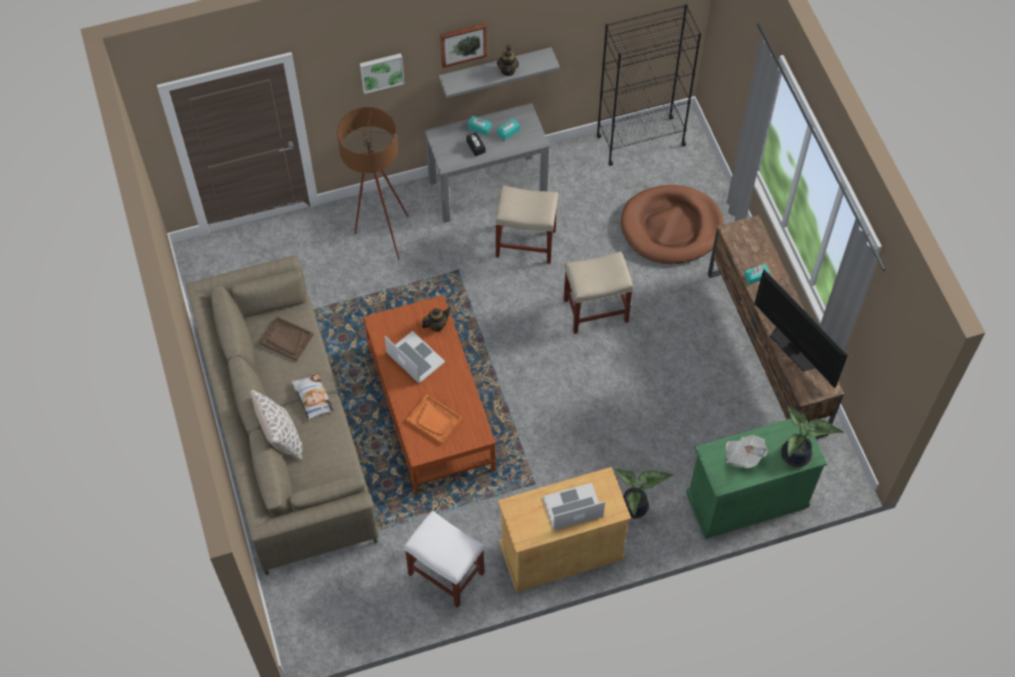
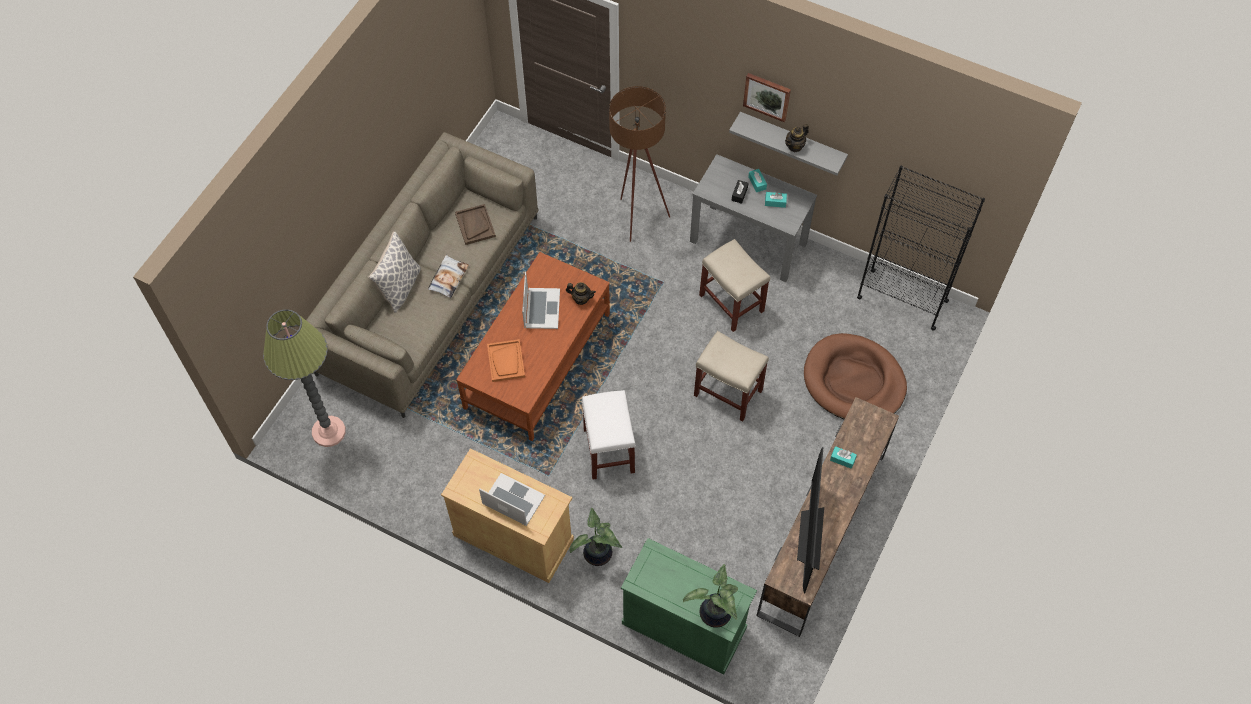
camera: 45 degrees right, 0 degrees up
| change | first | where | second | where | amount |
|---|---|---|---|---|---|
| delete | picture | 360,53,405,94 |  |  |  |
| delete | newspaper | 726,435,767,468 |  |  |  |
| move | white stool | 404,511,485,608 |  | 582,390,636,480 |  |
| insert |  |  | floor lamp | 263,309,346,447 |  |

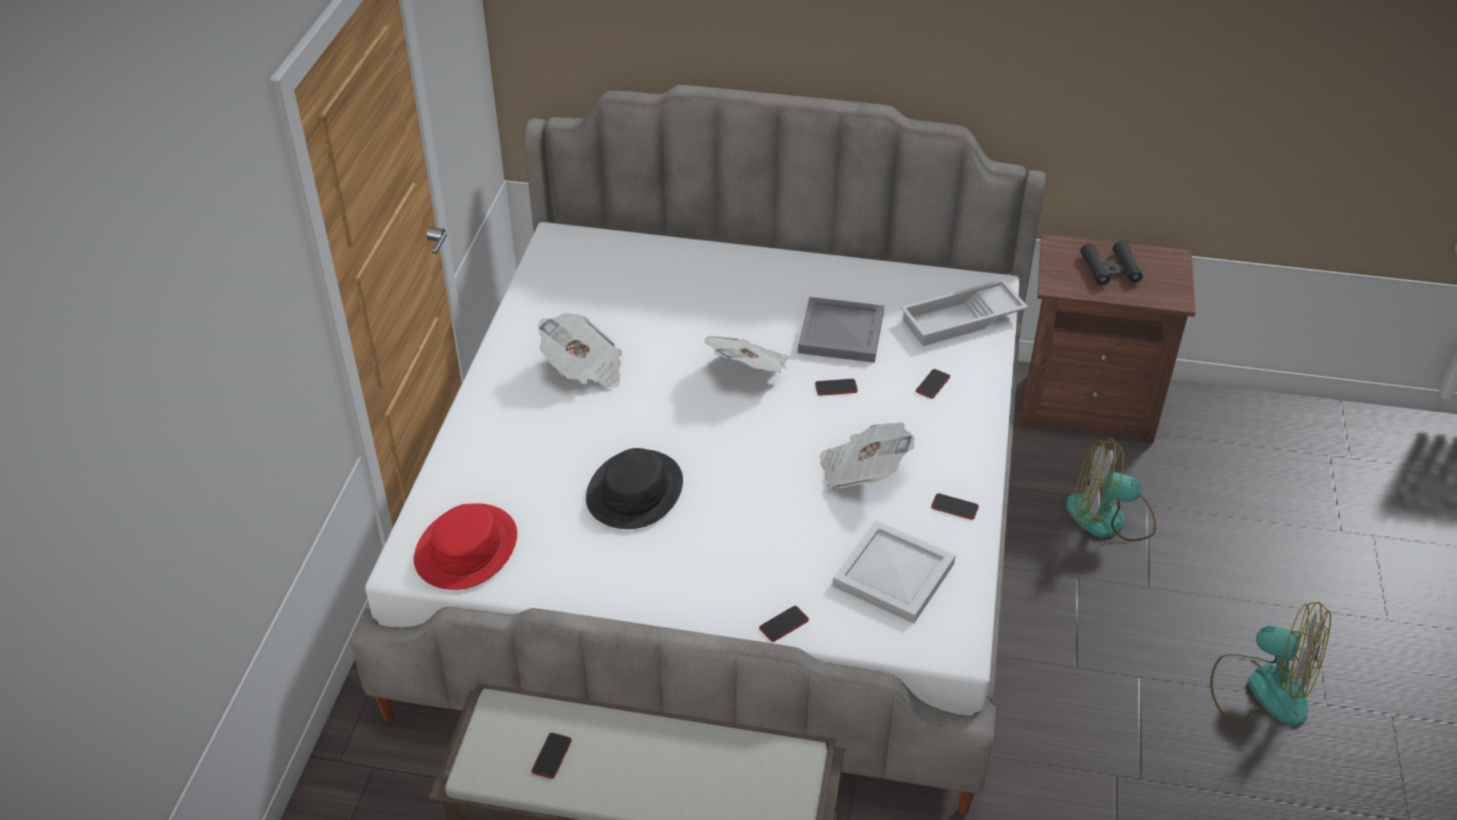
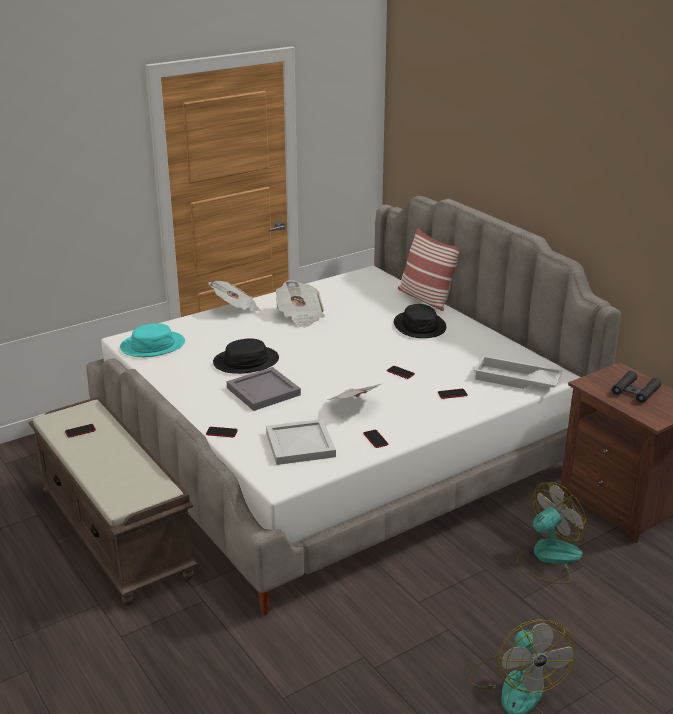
camera: 45 degrees right, 15 degrees down
| change | first | where | second | where | amount |
|---|---|---|---|---|---|
| move | grey tray | 798,297,884,363 |  | 227,367,301,411 |  |
| move | newspaper | 705,336,789,373 |  | 208,281,261,311 |  |
| rotate | fan | 1066,438,1156,542 |  | 517,482,587,584 | 90 degrees clockwise |
| recolor | red hat | 414,503,517,590 | turquoise hat | 120,323,185,357 |  |
| insert |  |  | pillow | 398,228,459,311 |  |
| insert |  |  | black hat | 394,304,446,338 |  |

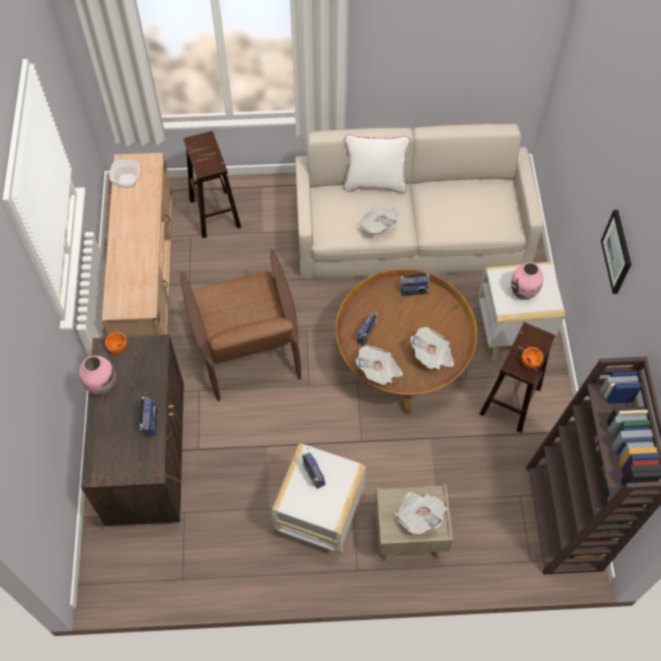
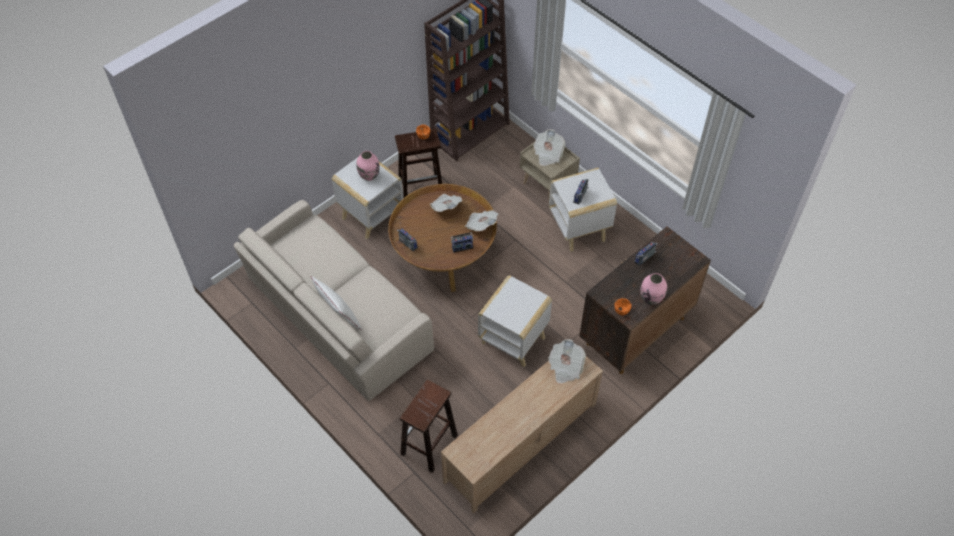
camera: 130 degrees left, 5 degrees down
| change | first | where | second | where | amount |
|---|---|---|---|---|---|
| delete | bowl | 110,160,140,188 |  |  |  |
| move | newspaper | 357,208,401,233 |  | 548,339,586,383 |  |
| delete | picture | 601,210,631,294 |  |  |  |
| replace | brown armchair | 180,249,301,401 | white side table | 478,275,552,367 |  |

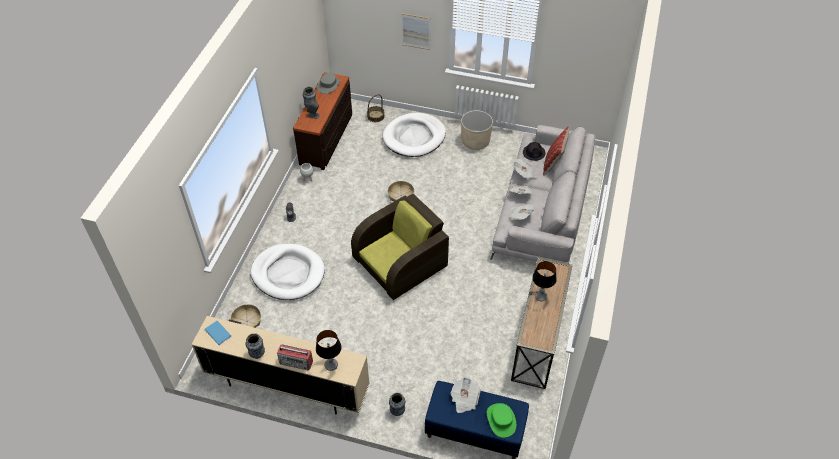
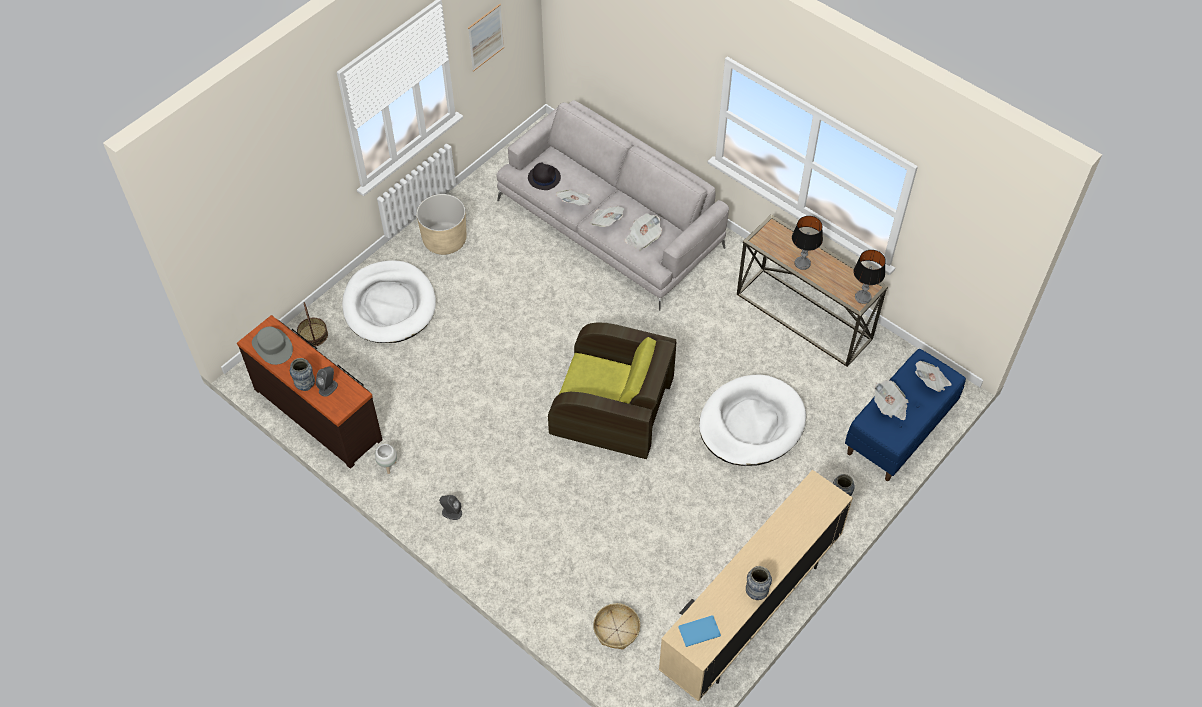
camera: 65 degrees left, 5 degrees up
| change | first | where | second | where | amount |
|---|---|---|---|---|---|
| move | picture | 401,13,431,50 |  | 468,4,504,71 |  |
| delete | pillow | 543,126,570,176 |  |  |  |
| delete | basket | 388,181,414,201 |  |  |  |
| rotate | brown armchair | 351,194,449,300 |  | 548,322,676,459 | 120 degrees clockwise |
| move | white dog bed | 250,244,325,300 |  | 699,374,806,466 |  |
| move | table lamp | 316,330,341,371 |  | 853,250,886,304 |  |
| delete | radio | 277,344,313,370 |  |  |  |
| replace | green hat | 487,403,516,438 | newspaper | 915,361,952,392 |  |

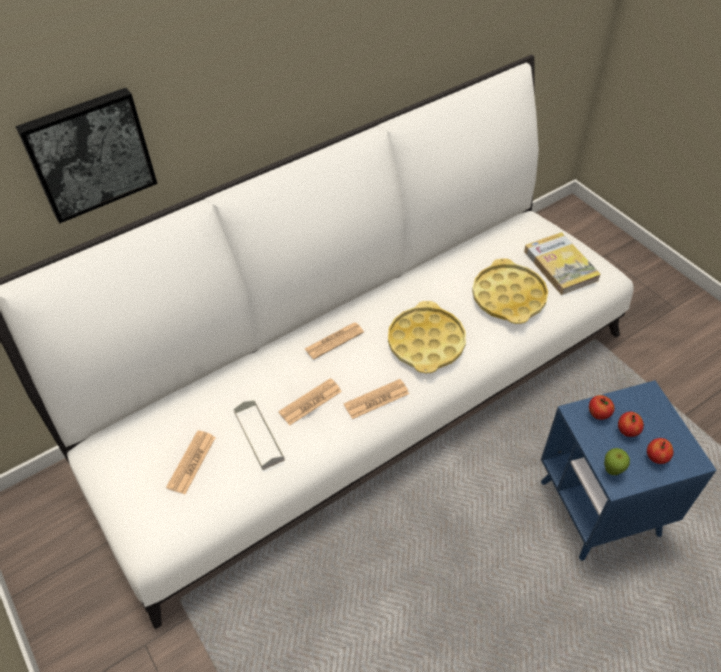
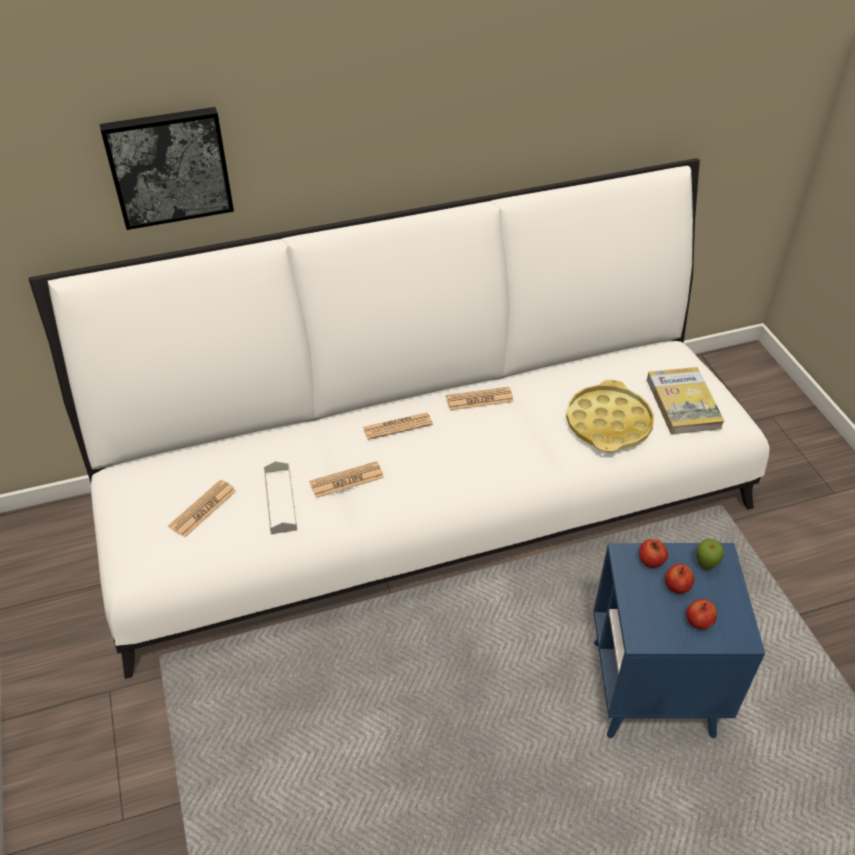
camera: 15 degrees right, 5 degrees down
| change | first | where | second | where | amount |
|---|---|---|---|---|---|
| delete | yellow tray | 388,301,466,373 |  |  |  |
| move | newspaper | 344,379,409,419 |  | 446,387,514,410 |  |
| move | apple | 604,448,630,475 |  | 696,539,724,570 |  |

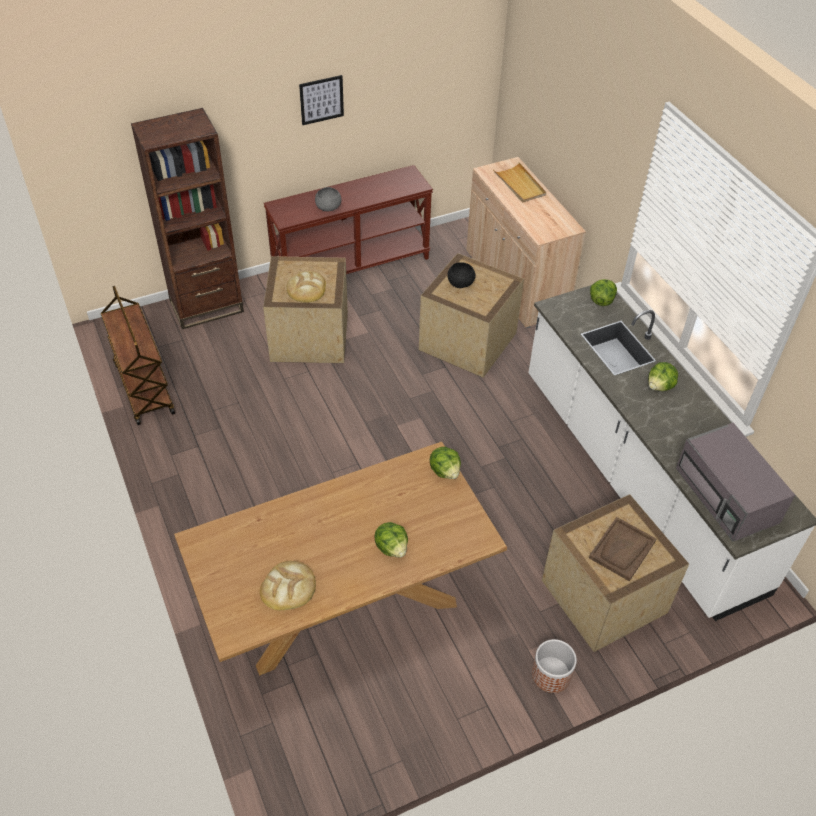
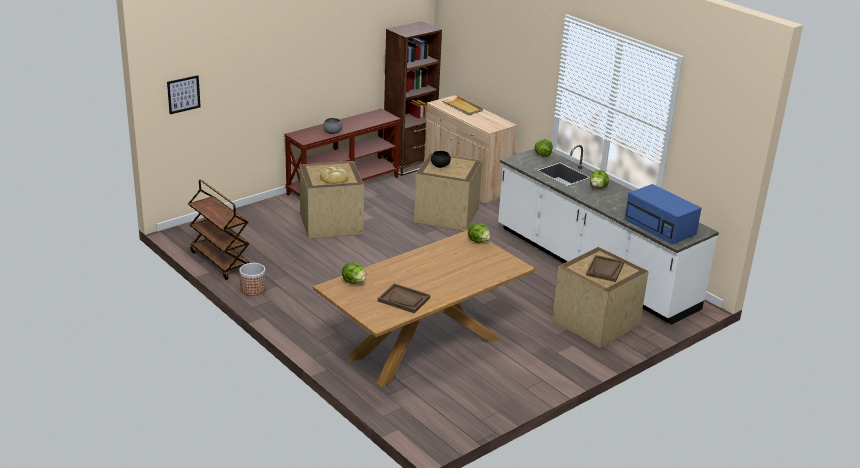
camera: 15 degrees left, 20 degrees down
| change | first | where | second | where | amount |
|---|---|---|---|---|---|
| move | picture | 299,75,344,125 |  | 167,75,201,114 |  |
| move | brown bookcase | 131,108,244,329 |  | 383,21,442,176 |  |
| recolor | grey microwave | 676,423,795,542 | blue microwave | 625,184,702,245 |  |
| move | lettuce | 374,522,408,557 |  | 342,263,366,284 |  |
| replace | bread | 260,561,316,610 | brown tray | 378,283,430,314 |  |
| move | planter | 532,639,577,693 |  | 239,263,266,296 |  |

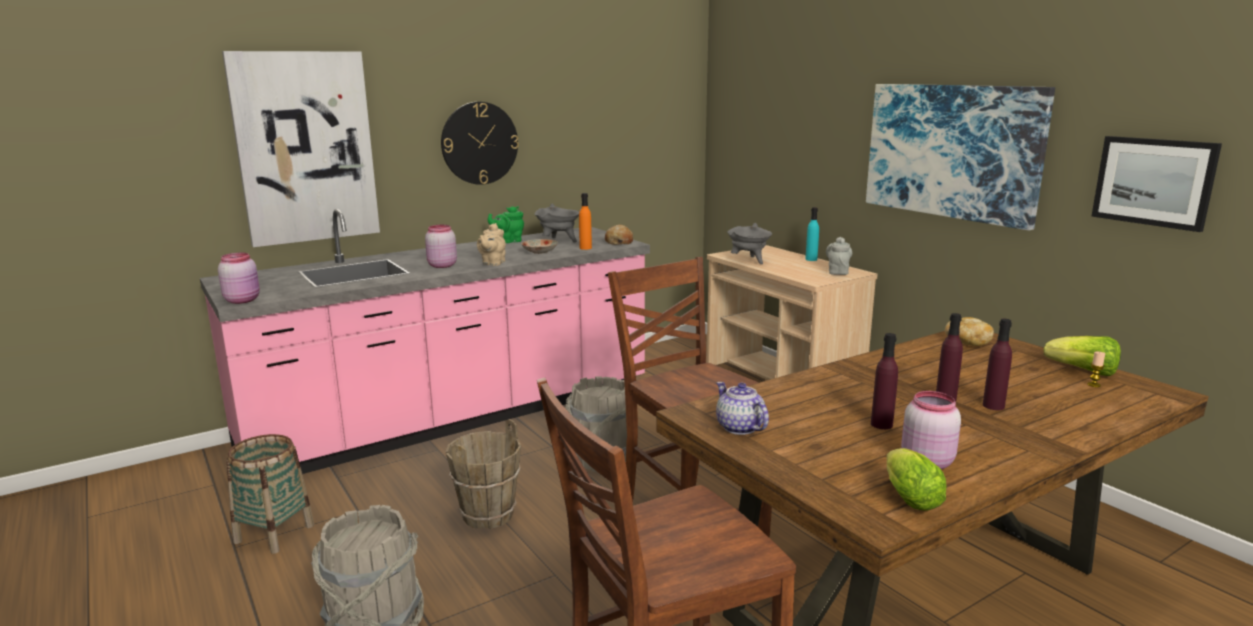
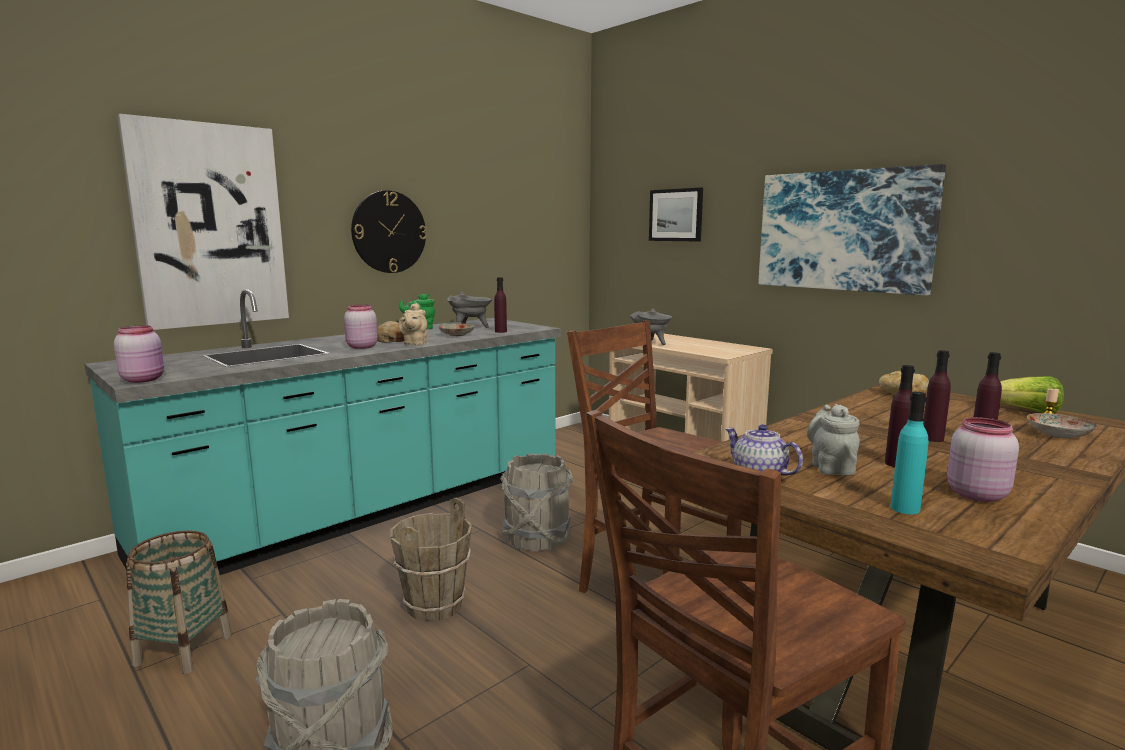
camera: 10 degrees left, 5 degrees down
| change | first | where | second | where | amount |
|---|---|---|---|---|---|
| move | picture | 1091,136,1222,232 |  | 649,188,703,241 |  |
| recolor | orange bottle | 579,193,592,250 | purple bottle | 494,277,507,333 |  |
| move | turquoise bottle | 805,207,819,261 |  | 890,392,928,514 |  |
| recolor | pink counter | 200,209,650,474 | turquoise counter | 84,289,561,575 |  |
| move | bread | 605,225,633,245 |  | 377,321,404,343 |  |
| move | grey teapot | 826,237,852,275 |  | 807,404,860,475 |  |
| delete | lettuce | 886,448,947,511 |  |  |  |
| insert |  |  | plate | 1027,413,1097,438 |  |

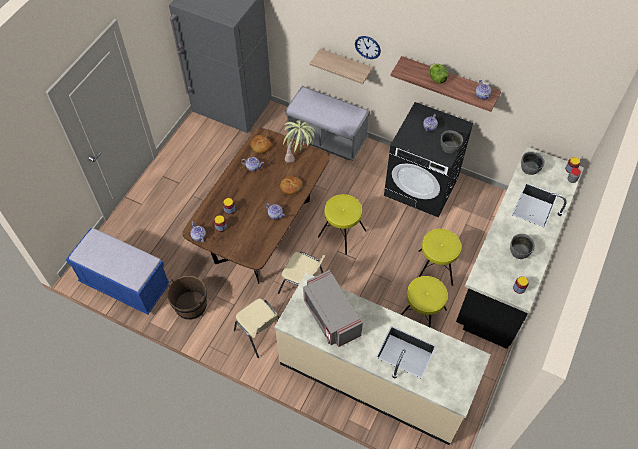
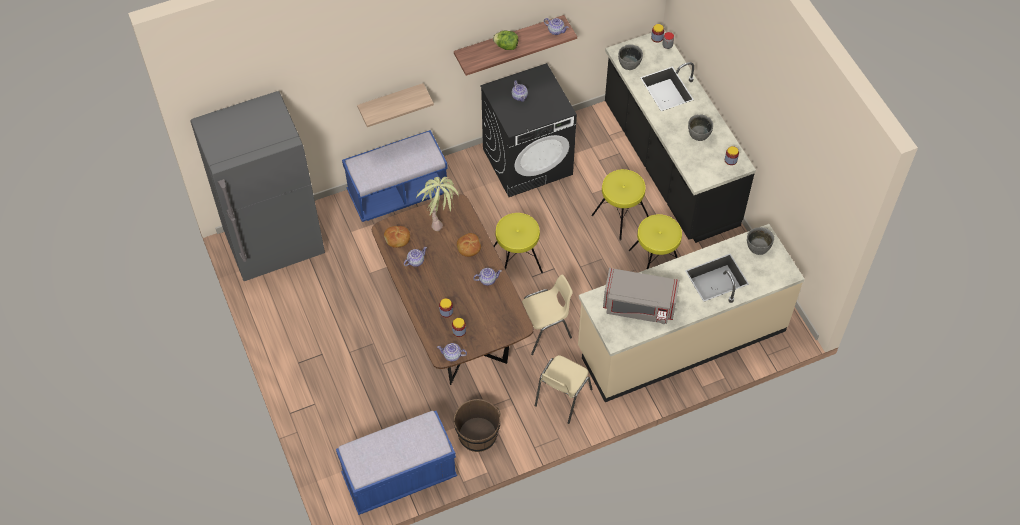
camera: 50 degrees left, 0 degrees up
| change | first | where | second | where | amount |
|---|---|---|---|---|---|
| delete | wall clock | 355,36,381,59 |  |  |  |
| recolor | grey bench | 285,86,370,161 | blue bench | 342,130,449,222 |  |
| move | grey bowl | 440,130,463,154 |  | 747,227,774,255 |  |
| rotate | beige chair | 234,298,279,358 |  | 535,355,593,424 | 120 degrees clockwise |

